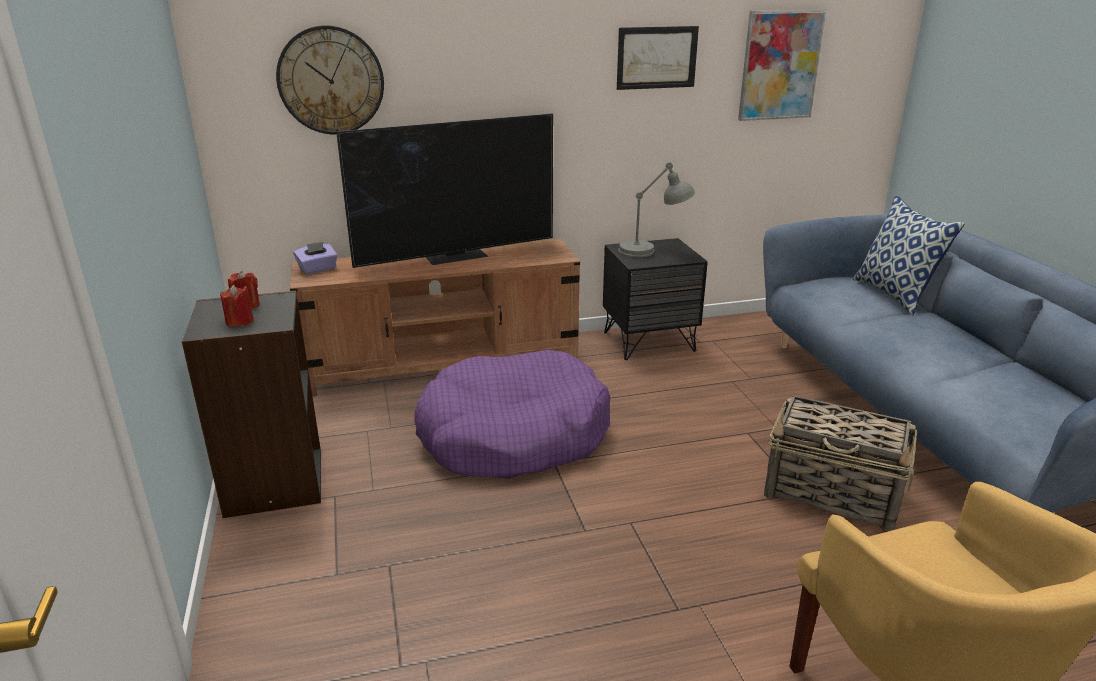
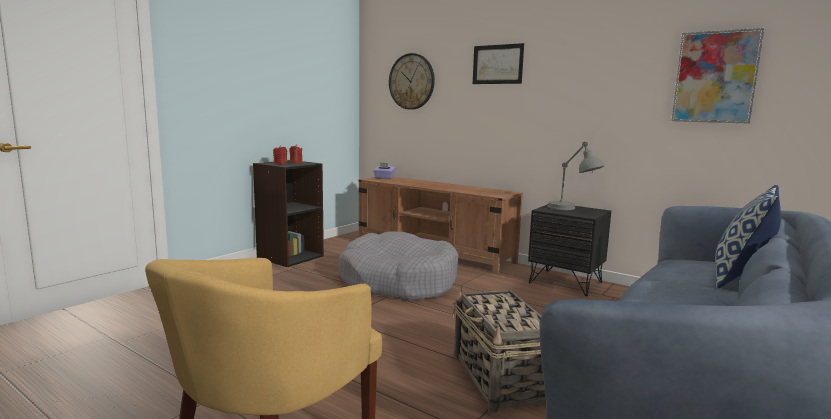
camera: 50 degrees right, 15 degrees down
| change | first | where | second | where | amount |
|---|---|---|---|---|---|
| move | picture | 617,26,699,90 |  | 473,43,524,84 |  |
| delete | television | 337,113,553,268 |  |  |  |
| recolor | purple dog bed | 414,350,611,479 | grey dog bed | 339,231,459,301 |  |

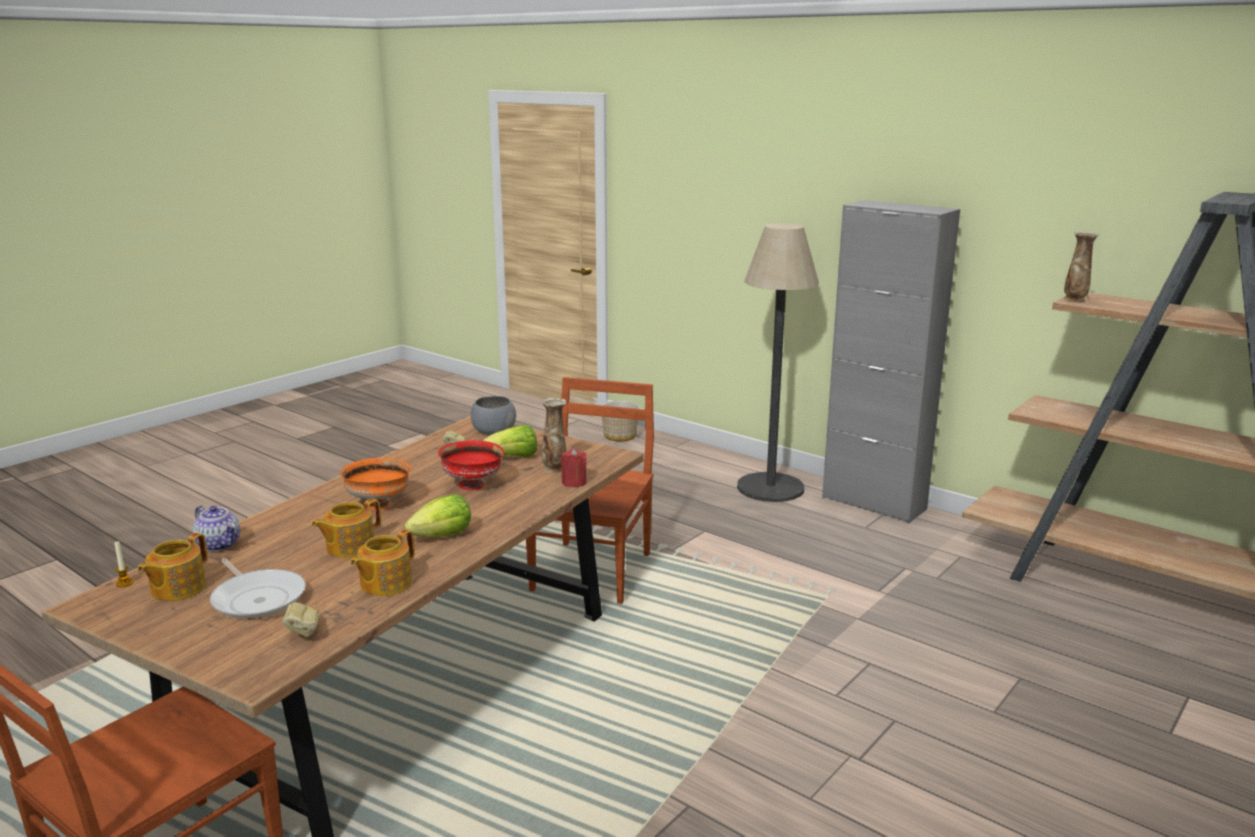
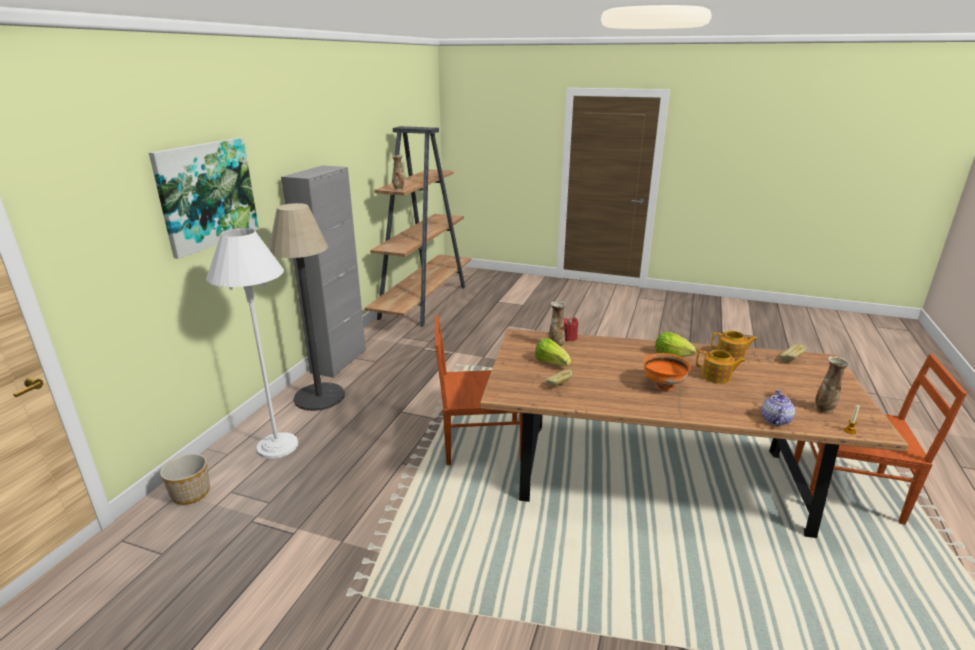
camera: 110 degrees left, 5 degrees up
| change | first | where | second | where | amount |
|---|---|---|---|---|---|
| delete | grey bowl | 471,396,516,435 |  |  |  |
| delete | red bowl | 438,440,504,491 |  |  |  |
| replace | teapot | 137,533,208,601 | vase | 814,356,850,414 |  |
| delete | frying pan | 210,558,306,620 |  |  |  |
| insert |  |  | picture | 149,138,259,259 |  |
| insert |  |  | white floor lamp | 206,228,298,459 |  |

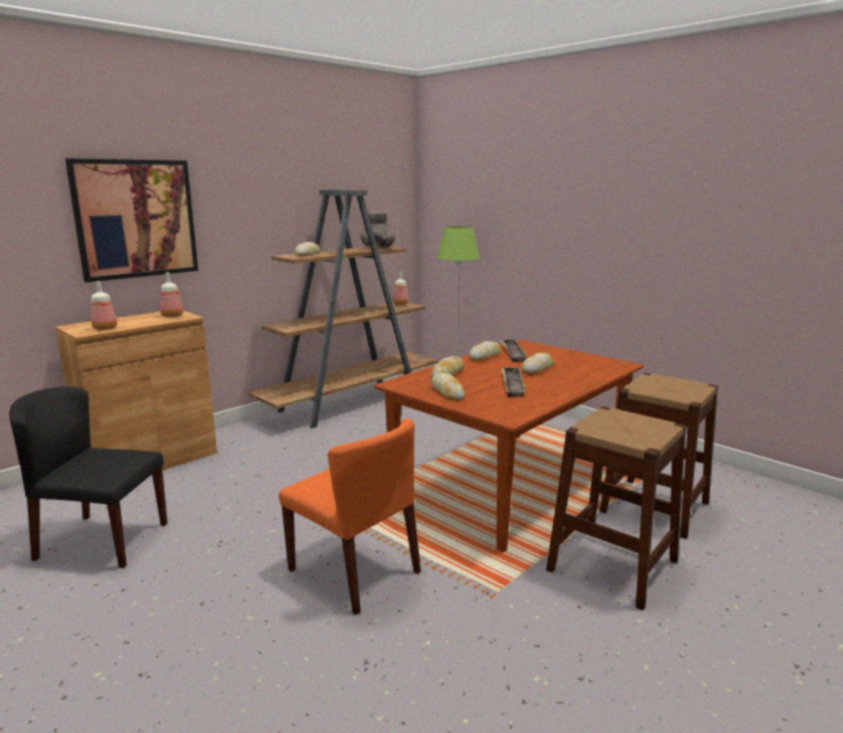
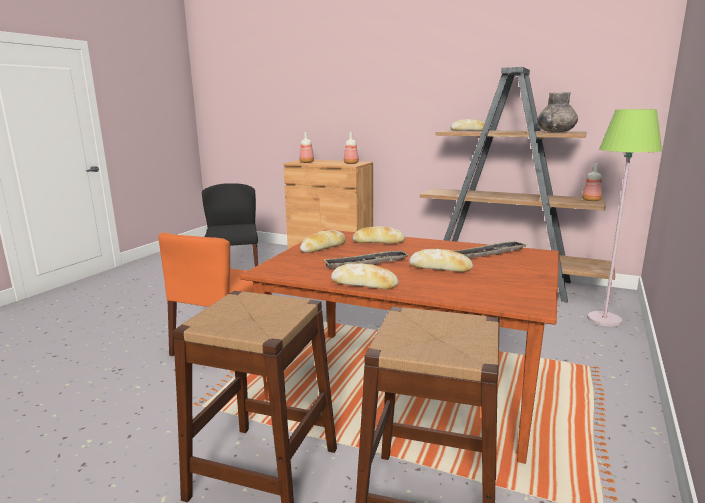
camera: 70 degrees right, 0 degrees up
| change | first | where | second | where | amount |
|---|---|---|---|---|---|
| delete | picture | 65,158,198,282 |  |  |  |
| move | bread | 469,341,501,360 |  | 331,263,399,290 |  |

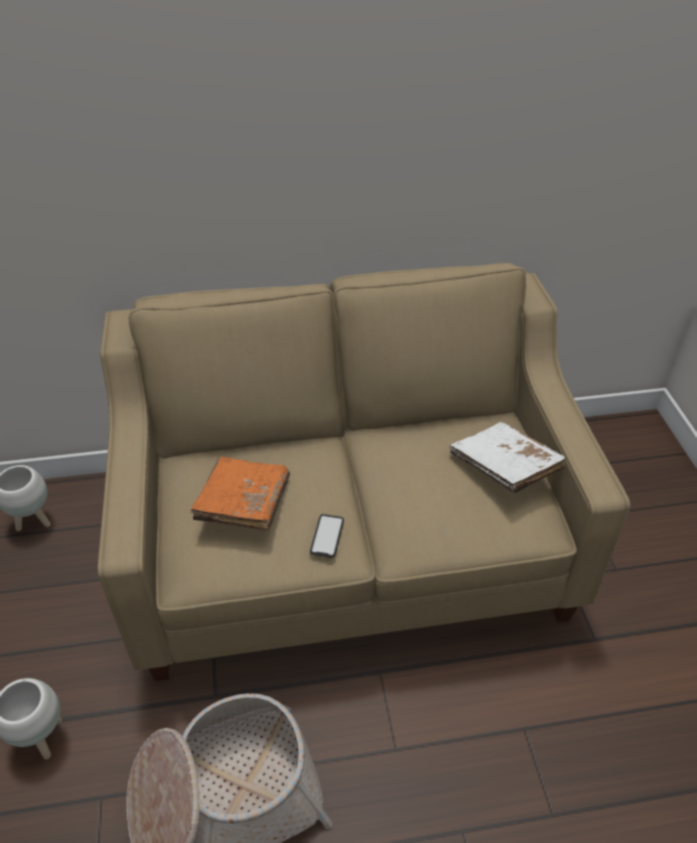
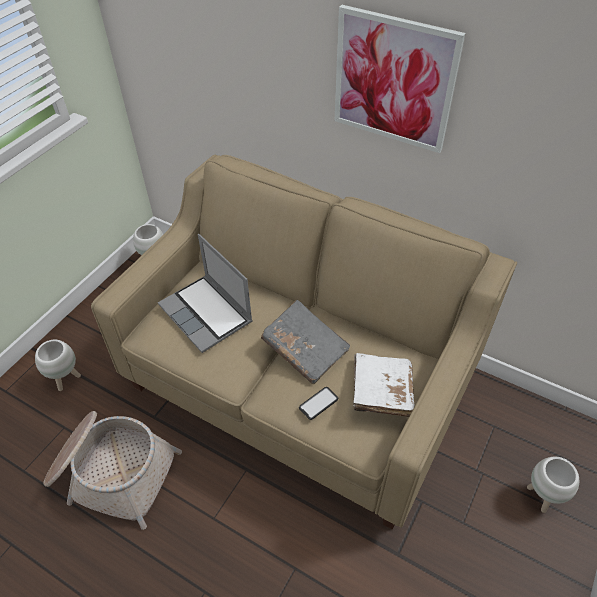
camera: 40 degrees right, 5 degrees up
| change | first | where | second | where | amount |
|---|---|---|---|---|---|
| replace | orange book | 191,457,290,531 | laptop | 158,234,253,353 |  |
| move | phone | 310,514,344,558 |  | 299,387,338,420 |  |
| insert |  |  | picture | 335,5,466,153 |  |
| insert |  |  | grey book | 261,300,350,384 |  |
| insert |  |  | white planter | 527,457,579,513 |  |

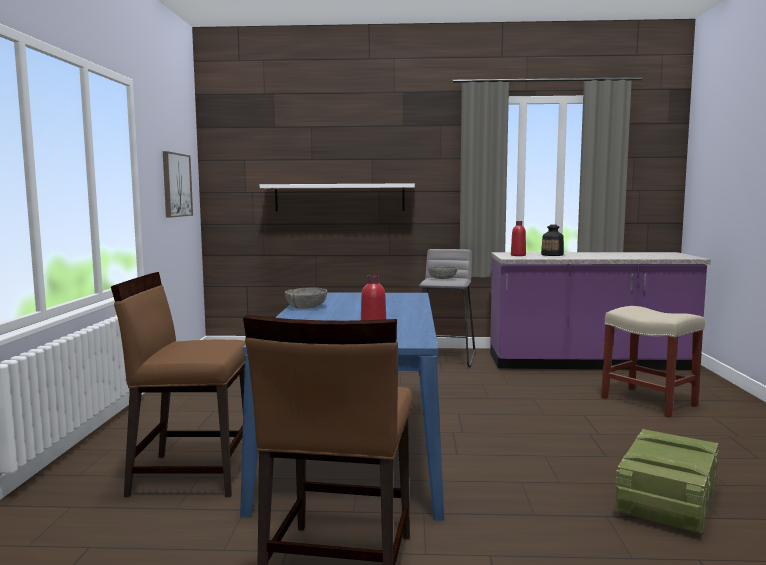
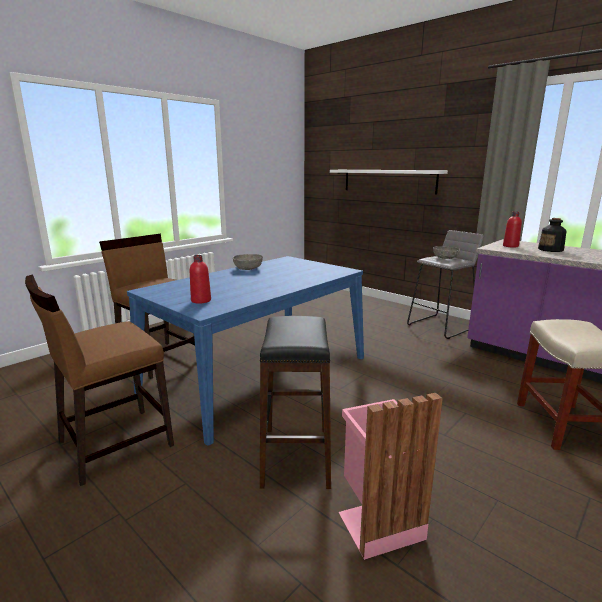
camera: 40 degrees right, 10 degrees up
| change | first | where | second | where | amount |
|---|---|---|---|---|---|
| delete | picture | 163,151,193,218 |  |  |  |
| replace | crate | 614,429,719,533 | pink trash can | 339,393,443,560 |  |
| insert |  |  | black stool | 260,316,331,489 |  |

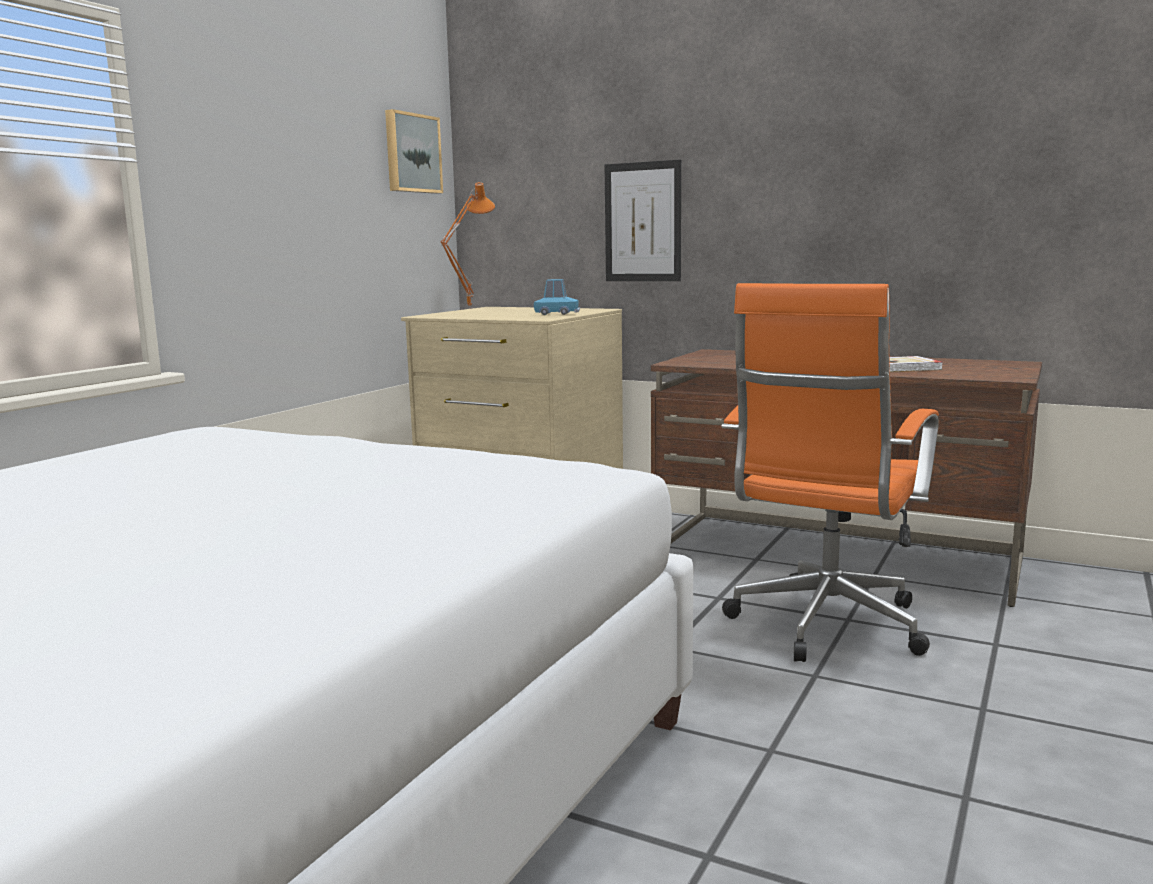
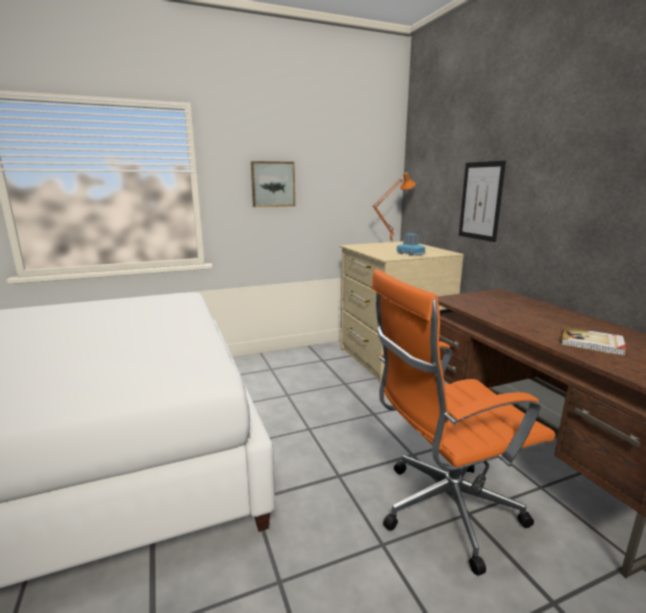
camera: 40 degrees right, 5 degrees up
| change | first | where | second | where | amount |
|---|---|---|---|---|---|
| move | picture | 385,109,443,194 |  | 251,161,295,207 |  |

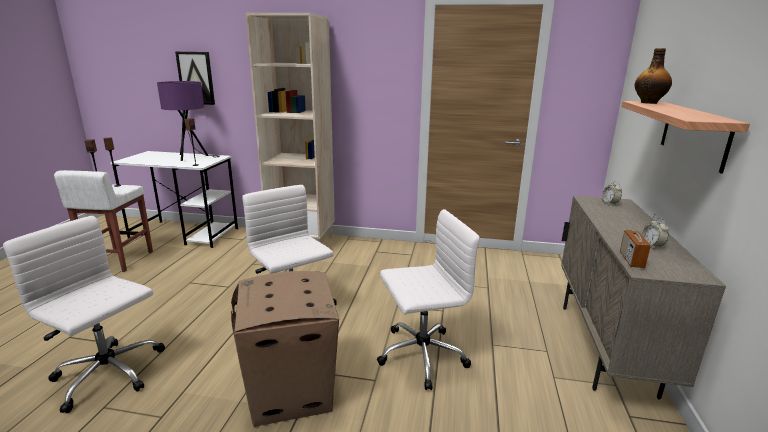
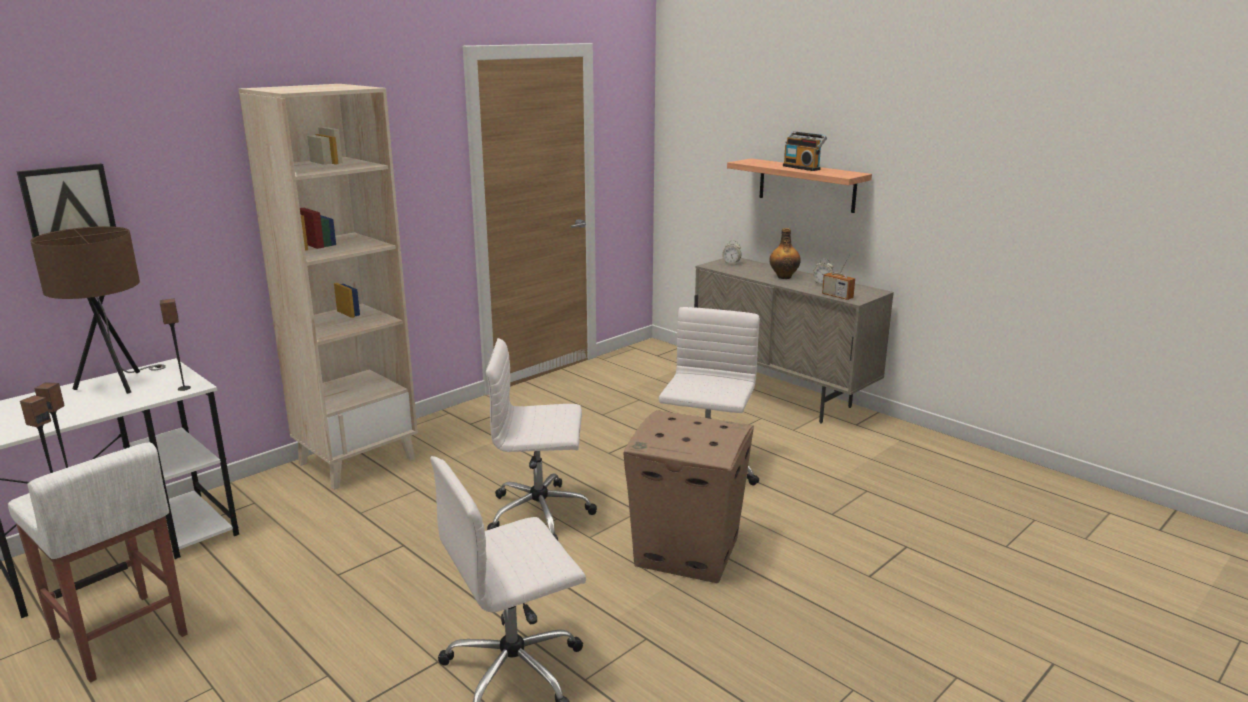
camera: 55 degrees left, 0 degrees up
| change | first | where | second | where | amount |
|---|---|---|---|---|---|
| move | bottle | 635,48,672,104 |  | 769,228,801,279 |  |
| recolor | purple table lamp | 157,81,220,161 | brown table lamp | 30,226,166,394 |  |
| insert |  |  | radio | 783,131,827,171 |  |

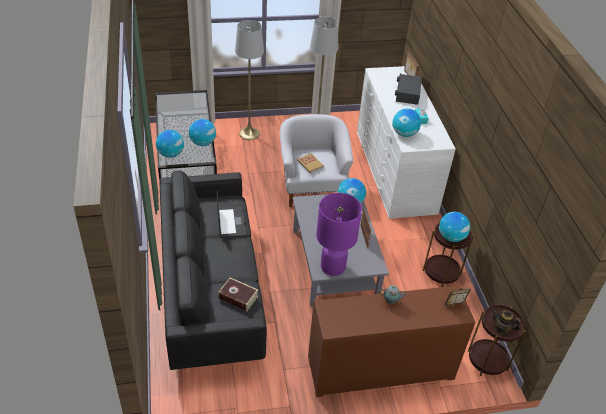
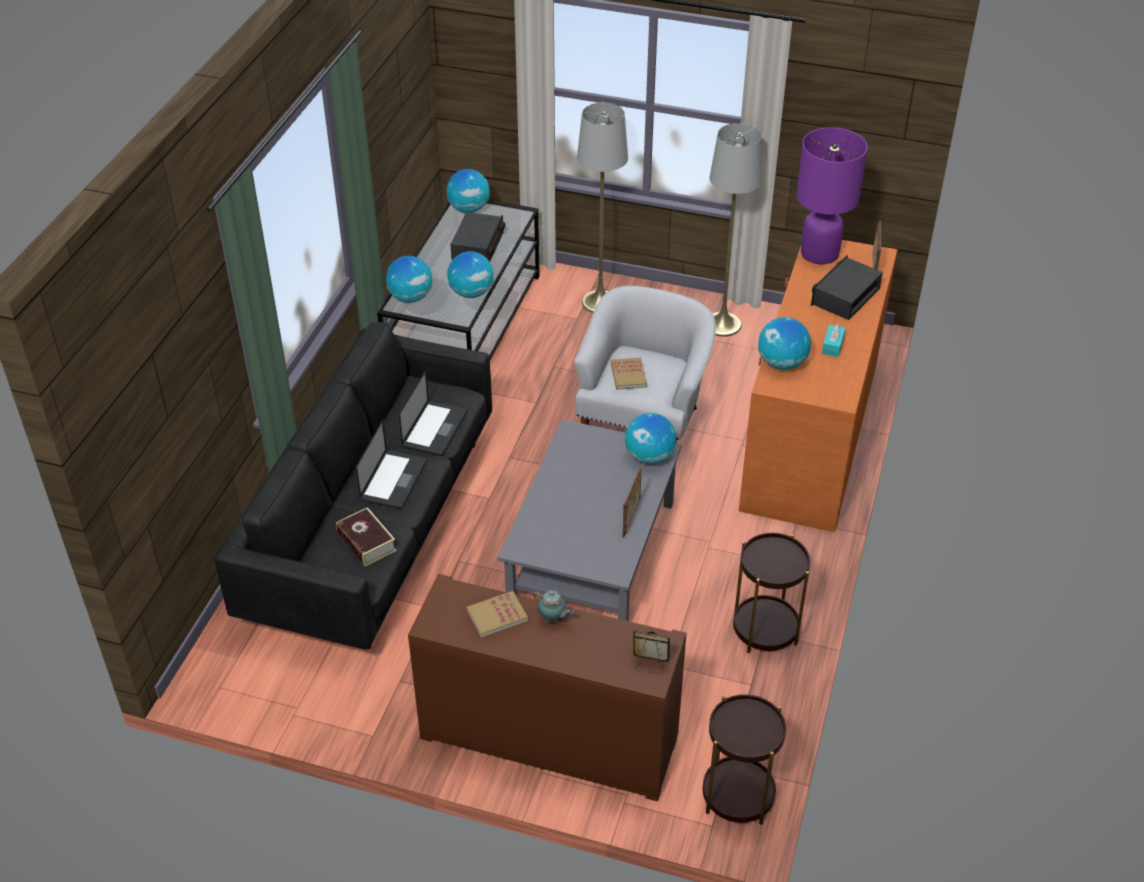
camera: 30 degrees right, 0 degrees up
| change | first | where | second | where | amount |
|---|---|---|---|---|---|
| recolor | white dresser | 357,66,456,219 | orange dresser | 739,240,897,532 |  |
| move | purple table lamp | 316,193,362,276 |  | 796,127,868,264 |  |
| move | globe | 439,212,470,242 |  | 446,169,490,213 |  |
| delete | teapot | 492,309,521,334 |  |  |  |
| insert |  |  | radio | 450,212,505,262 |  |
| insert |  |  | laptop | 356,419,427,509 |  |
| insert |  |  | book | 466,591,528,638 |  |

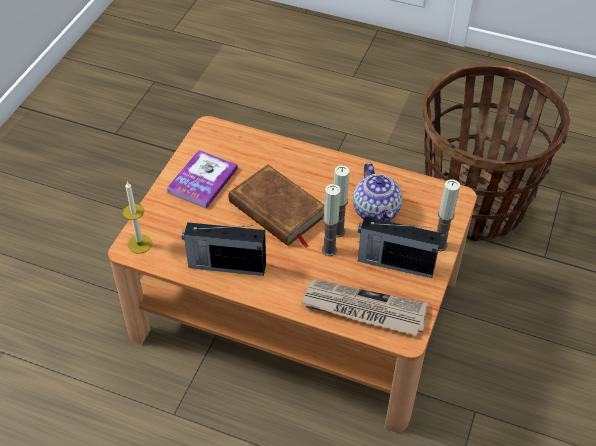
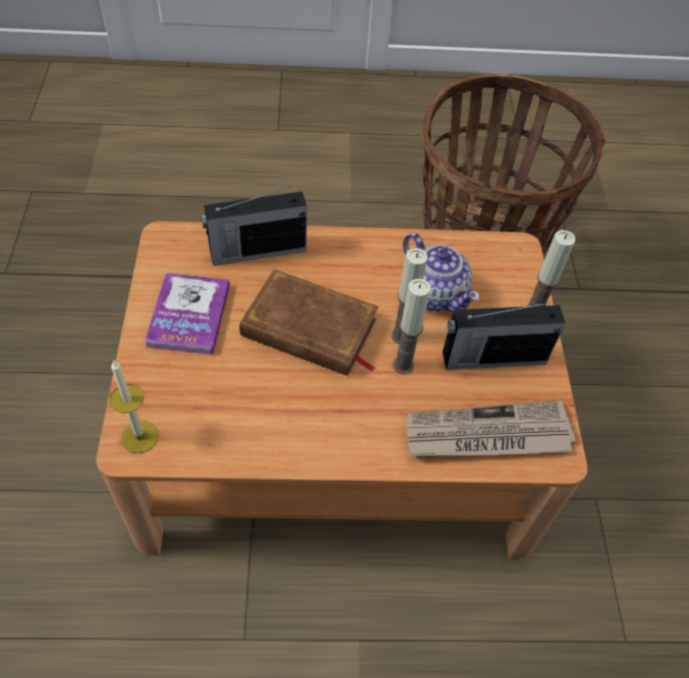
camera: 25 degrees left, 5 degrees up
| change | first | where | second | where | amount |
|---|---|---|---|---|---|
| move | radio | 182,222,266,276 |  | 201,186,307,266 |  |

